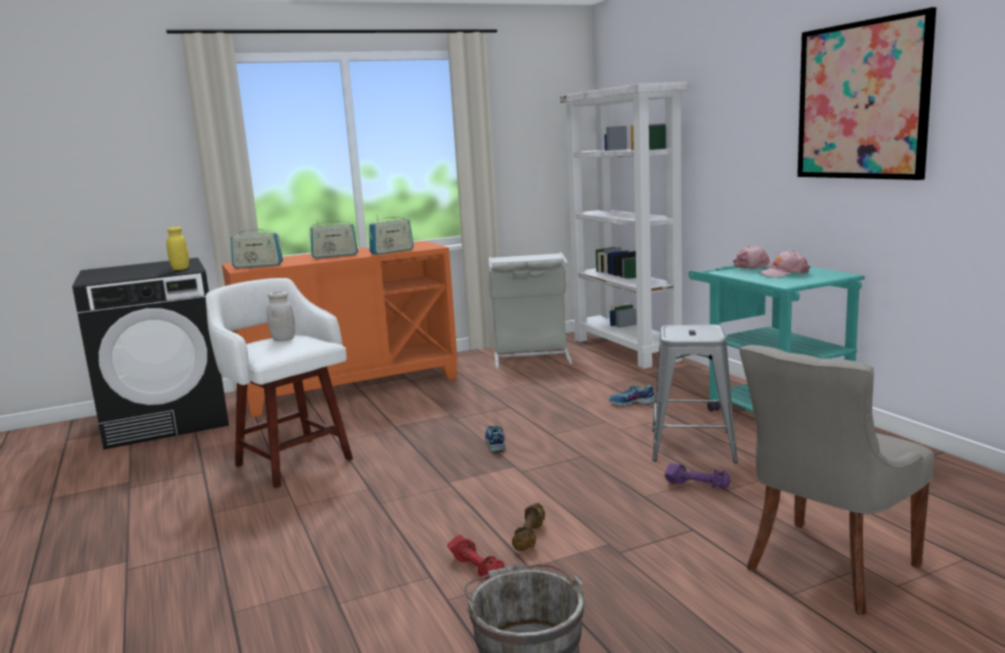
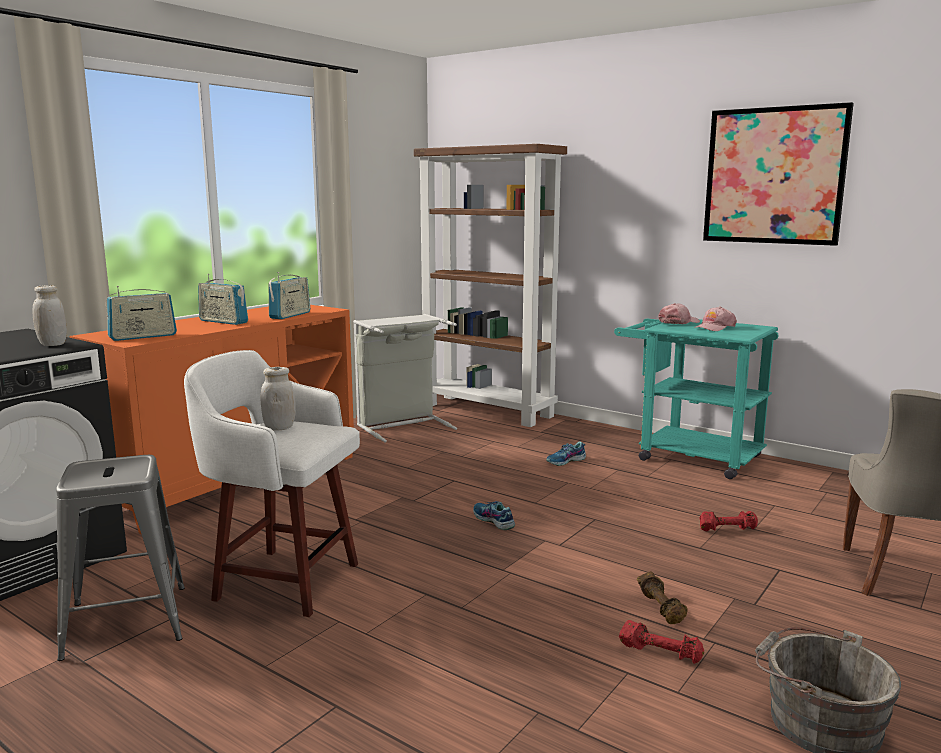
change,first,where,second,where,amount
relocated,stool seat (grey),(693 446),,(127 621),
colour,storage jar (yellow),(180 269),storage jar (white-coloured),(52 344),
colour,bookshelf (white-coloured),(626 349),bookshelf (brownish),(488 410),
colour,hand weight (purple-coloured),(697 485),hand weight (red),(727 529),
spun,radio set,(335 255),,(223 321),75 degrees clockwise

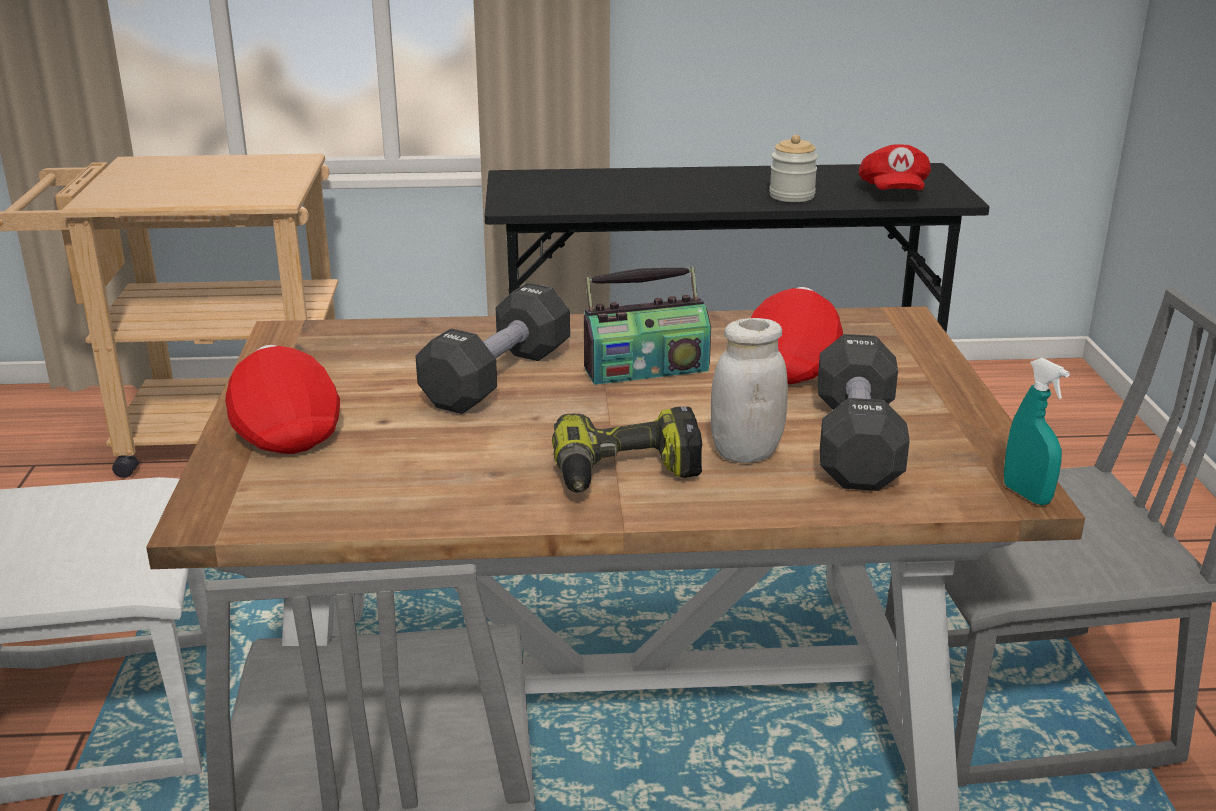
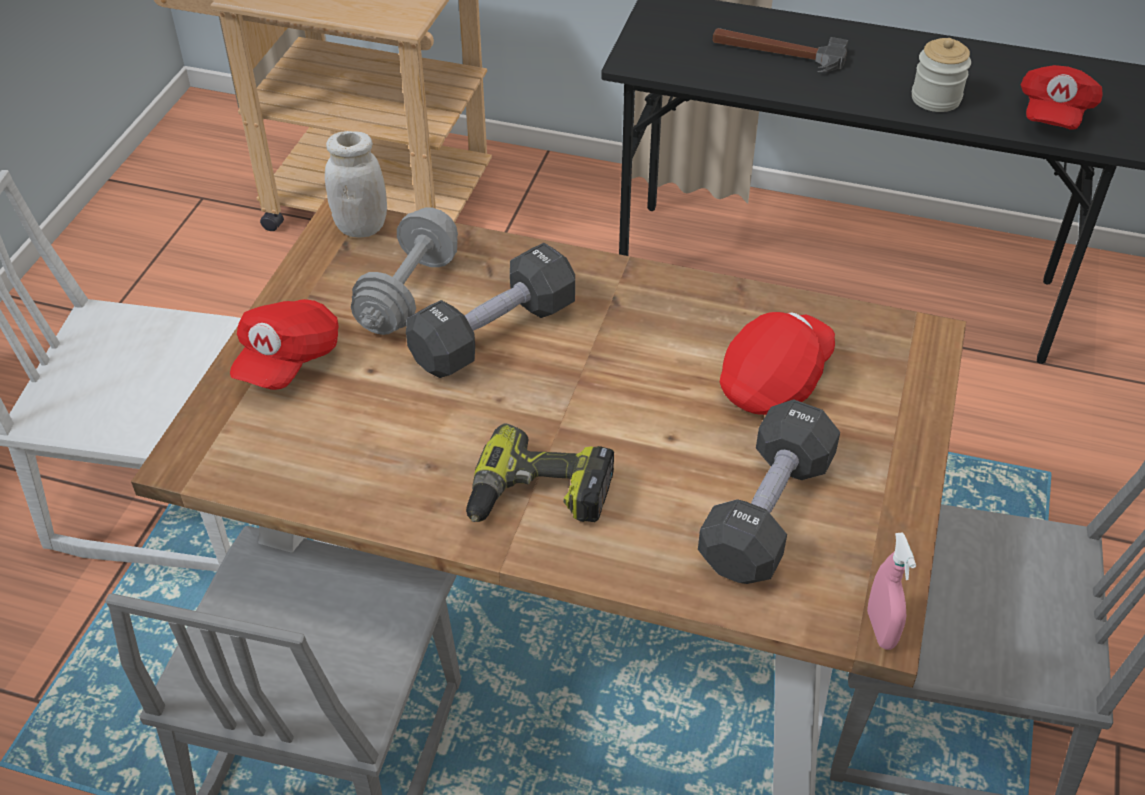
change,first,where,second,where,amount
missing,radio set,(645 369),,,
appeared,,,hand weight (grey),(408 293),
appeared,,,hand hammer,(777 53),
relocated,storage jar (white-coloured),(746 452),,(361 227),
colour,hand sprayer (blue-green),(1026 495),hand sprayer (pink-coloured),(881 629),
spun,baseball cap (red),(284 429),,(288 360),150 degrees counterclockwise

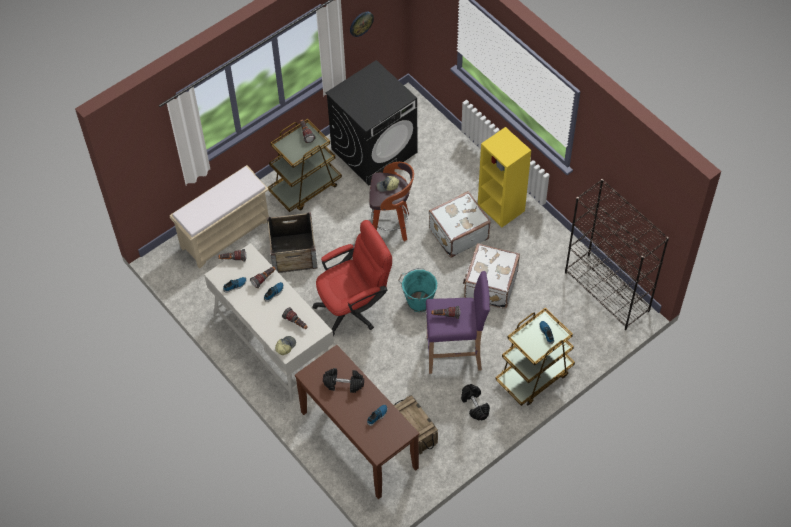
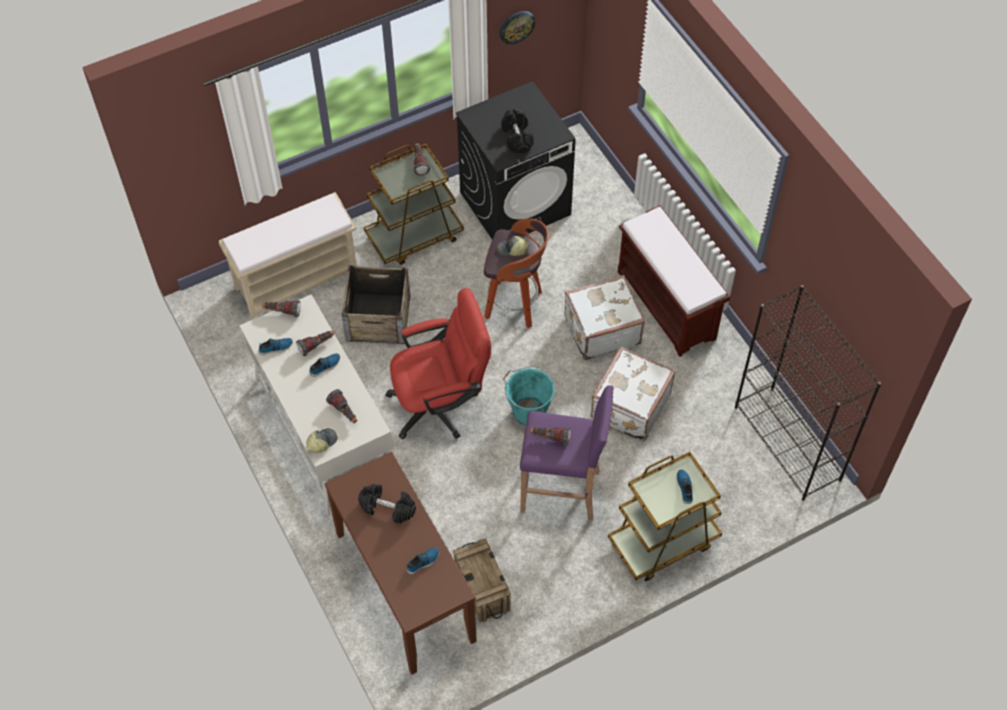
change,first,where,second,where,amount
relocated,hand weight (black-coloured),(474 405),,(517 137),
exchanged,bookshelf (yellow),(501 208),bench (brownish),(667 305),

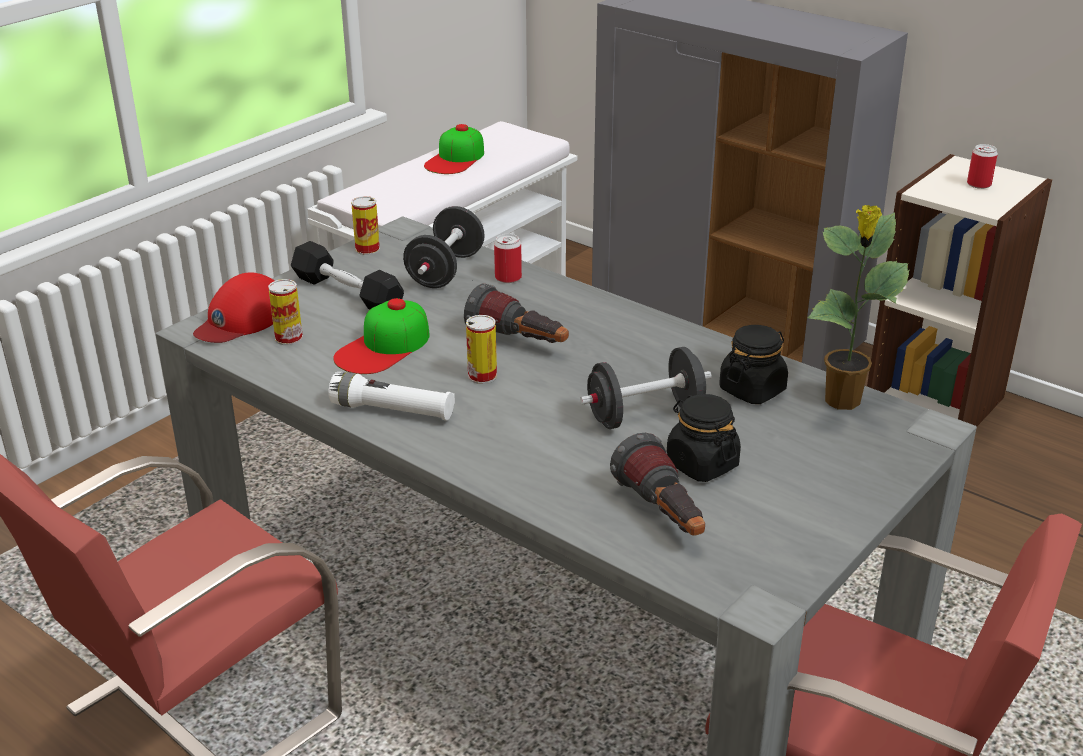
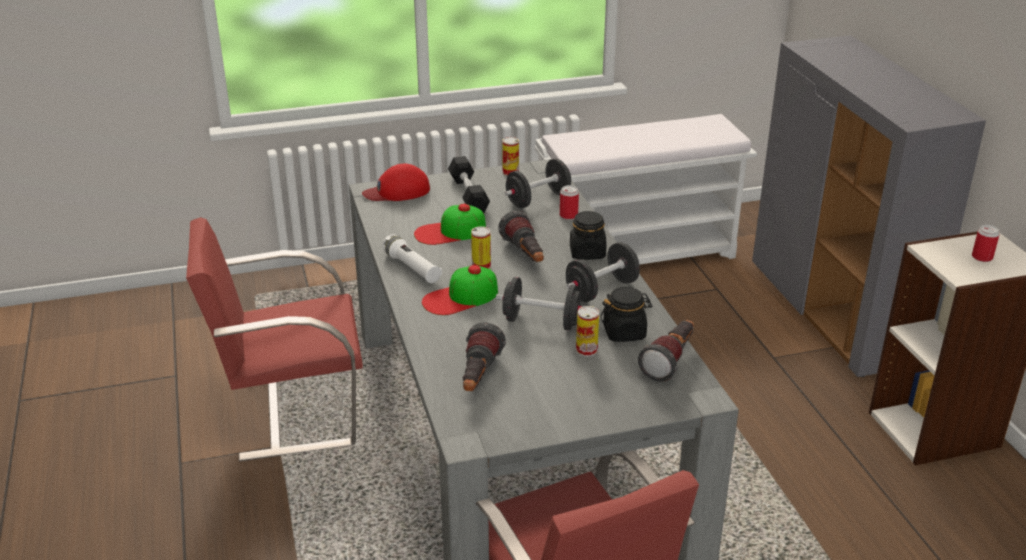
change,first,where,second,where,amount
appeared,,,hand weight (black-coloured),(601 290),
relocated,metal can,(288 338),,(586 350),
relocated,baseball cap,(455 159),,(460 297),
relocated,storage jar (black-coloured),(701 464),,(587 252),
exchanged,plant in a pot,(842 402),torch,(670 361),

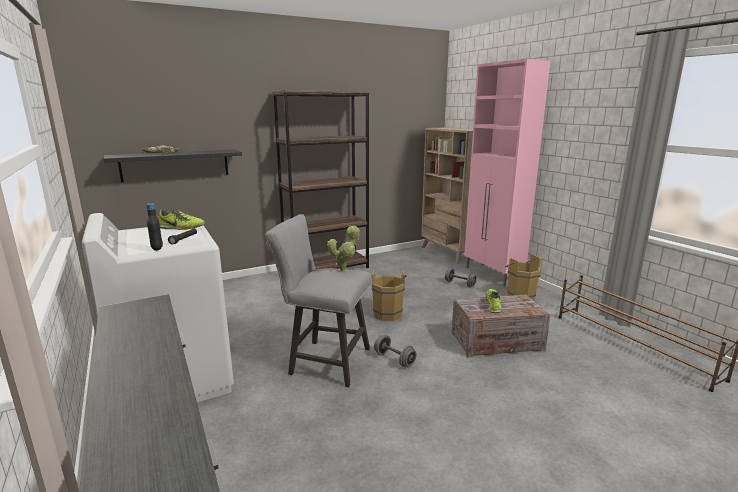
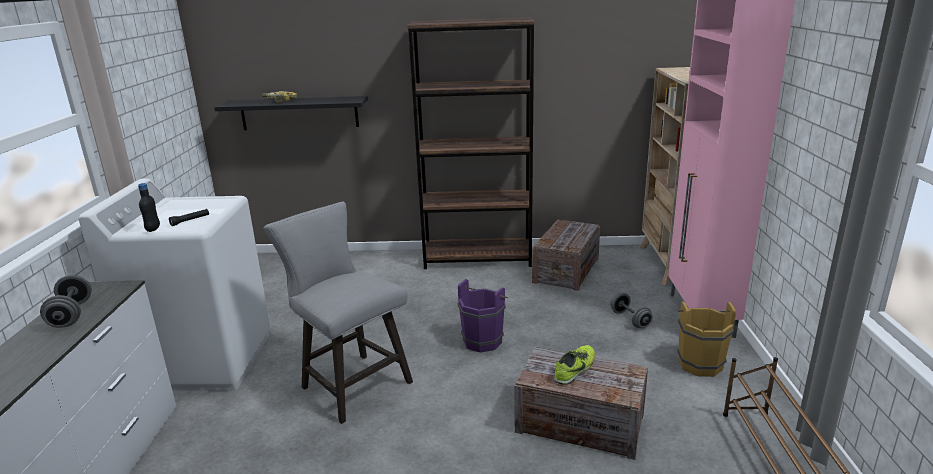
change,first,where,second,where,amount
missing,shoe,(182 228),,,
missing,plant in a pot,(345 269),,,
appeared,,,crate,(566 270),
relocated,hand weight (grey),(394 359),,(71 315),
colour,pail (brownish),(387 313),pail (purple-coloured),(484 340),

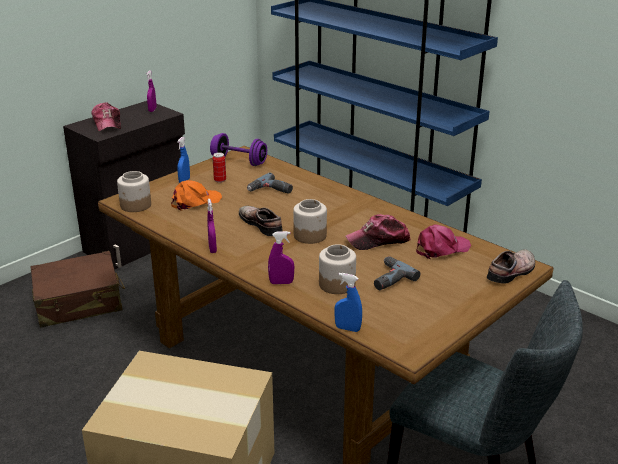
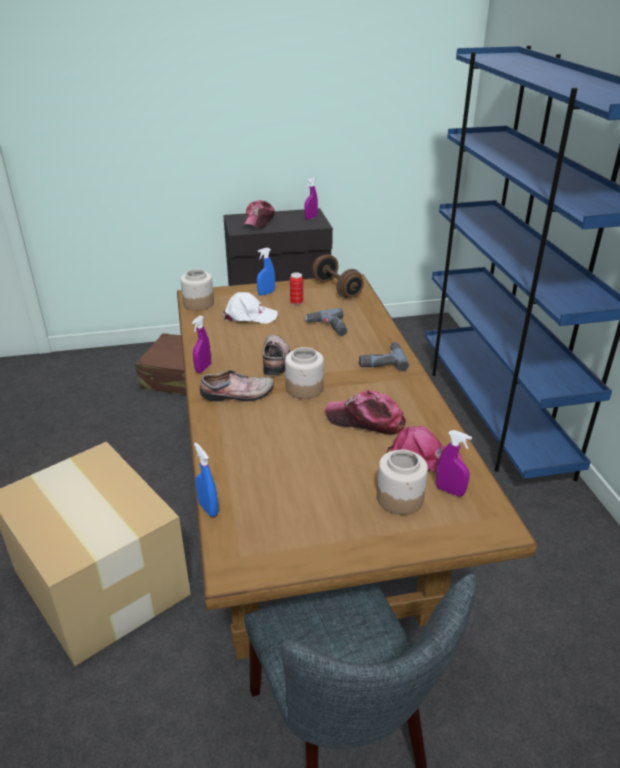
change,first,where,second,where,amount
relocated,hand sprayer (purple-coloured),(281 283),,(450 491),
relocated,storage jar,(337 284),,(400 498),
relocated,drill,(388 278),,(381 361),
relocated,shoe,(512 272),,(238 395),
colour,baseball cap (orange),(195 201),baseball cap (white-coloured),(249 316),
colour,hand weight (purple-coloured),(239 162),hand weight (brownish),(337 289),

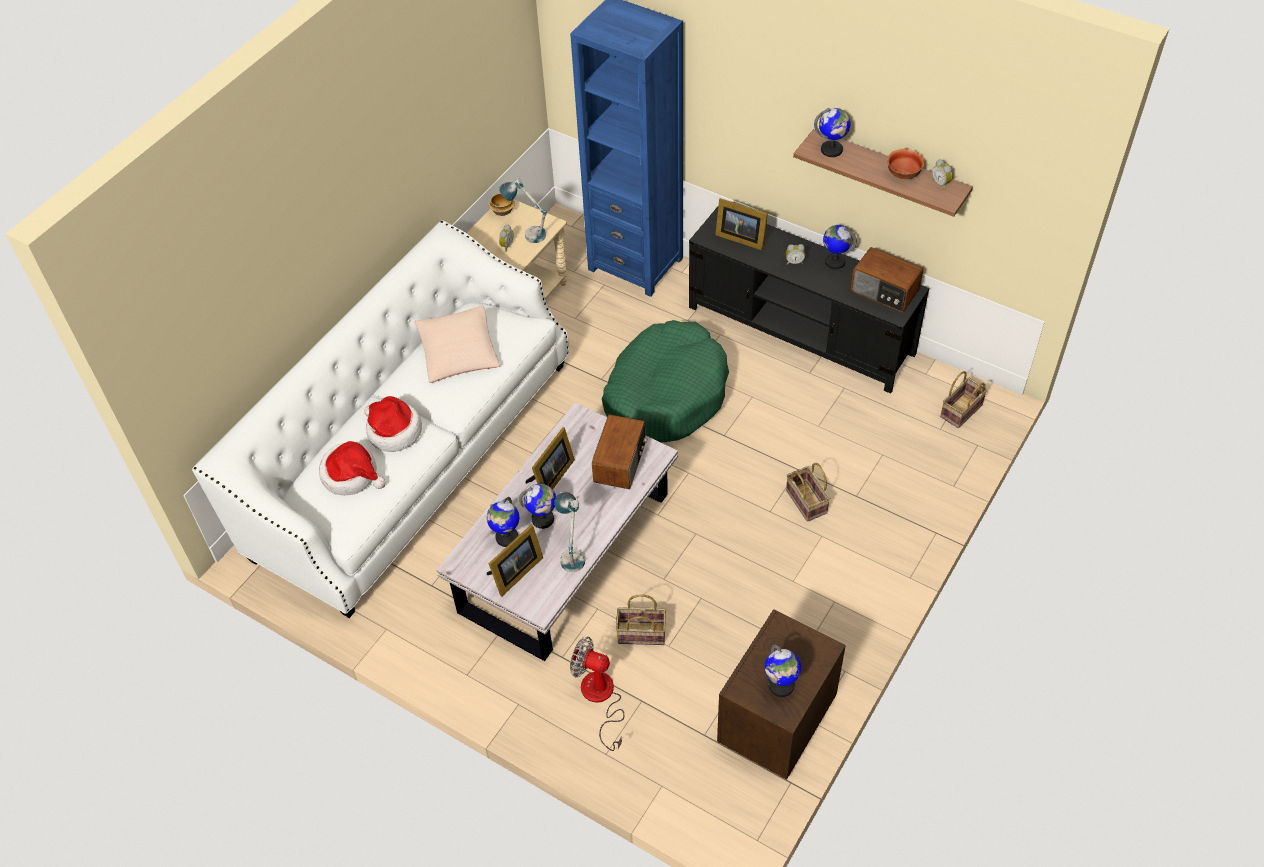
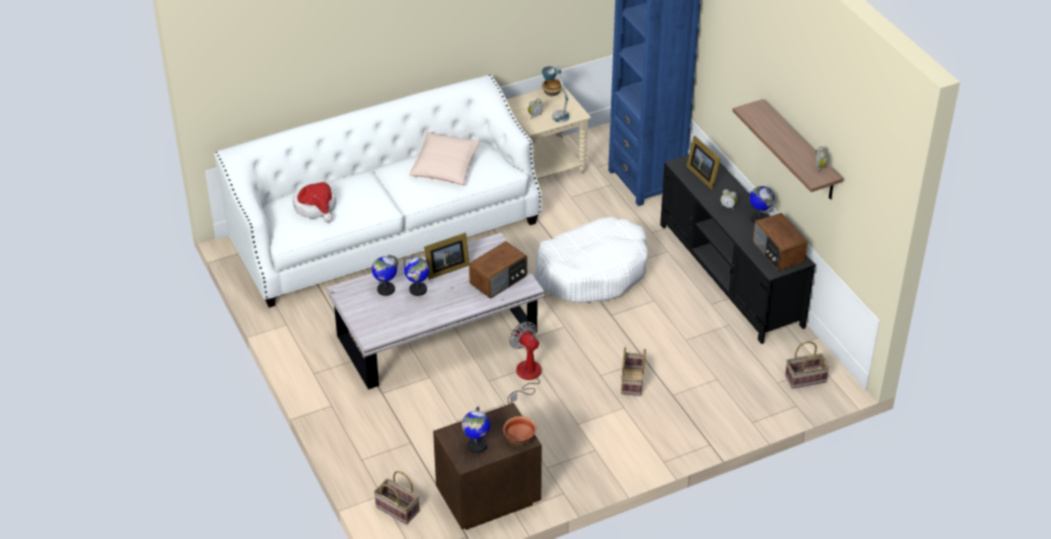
change,first,where,second,where,amount
missing,clothing hat,(393 431),,,
missing,photo frame,(514 573),,,
missing,table lamp,(571 552),,,
missing,world globe,(831 150),,,
relocated,electric fan,(600 699),,(526 377),
relocated,basket,(640 634),,(396 509),
relocated,deep dish,(904 174),,(520 439),
colour,pet bed (green-coloured),(665 394),pet bed (white-coloured),(592 271),

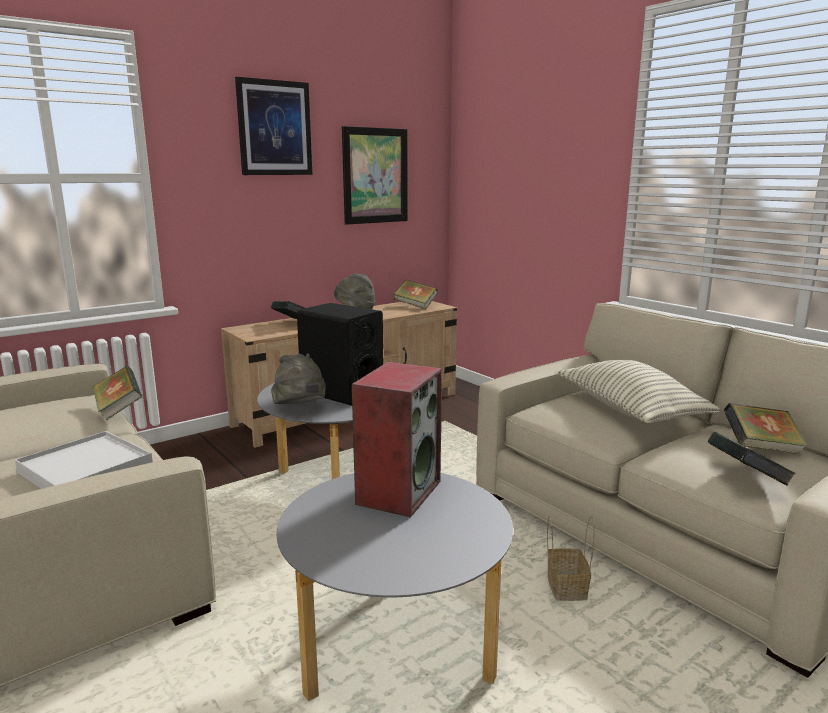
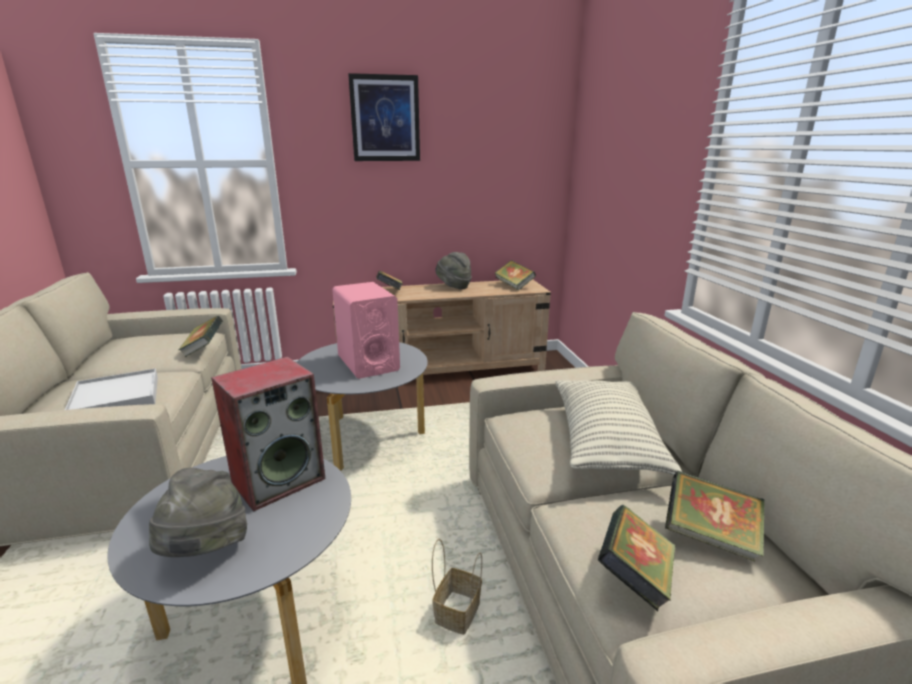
change,first,where,second,where,amount
missing,wall picture,(375 176),,,
relocated,clothing hat (grey),(300 409),,(205 551),
colour,audio speaker (black-coloured),(341 392),audio speaker (pink-coloured),(368 363),

